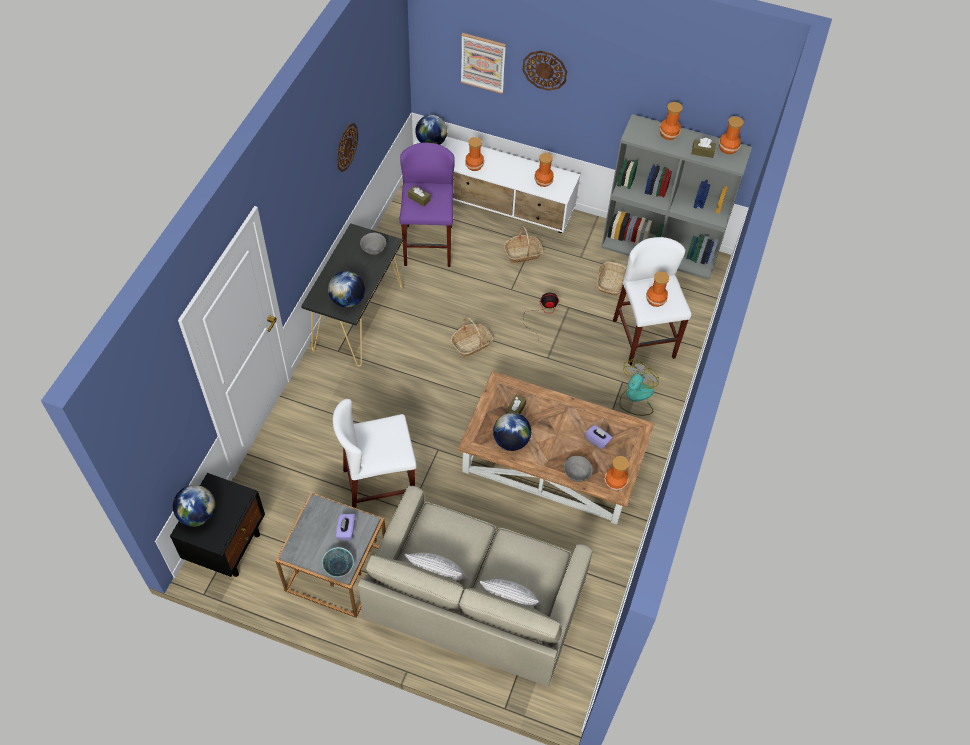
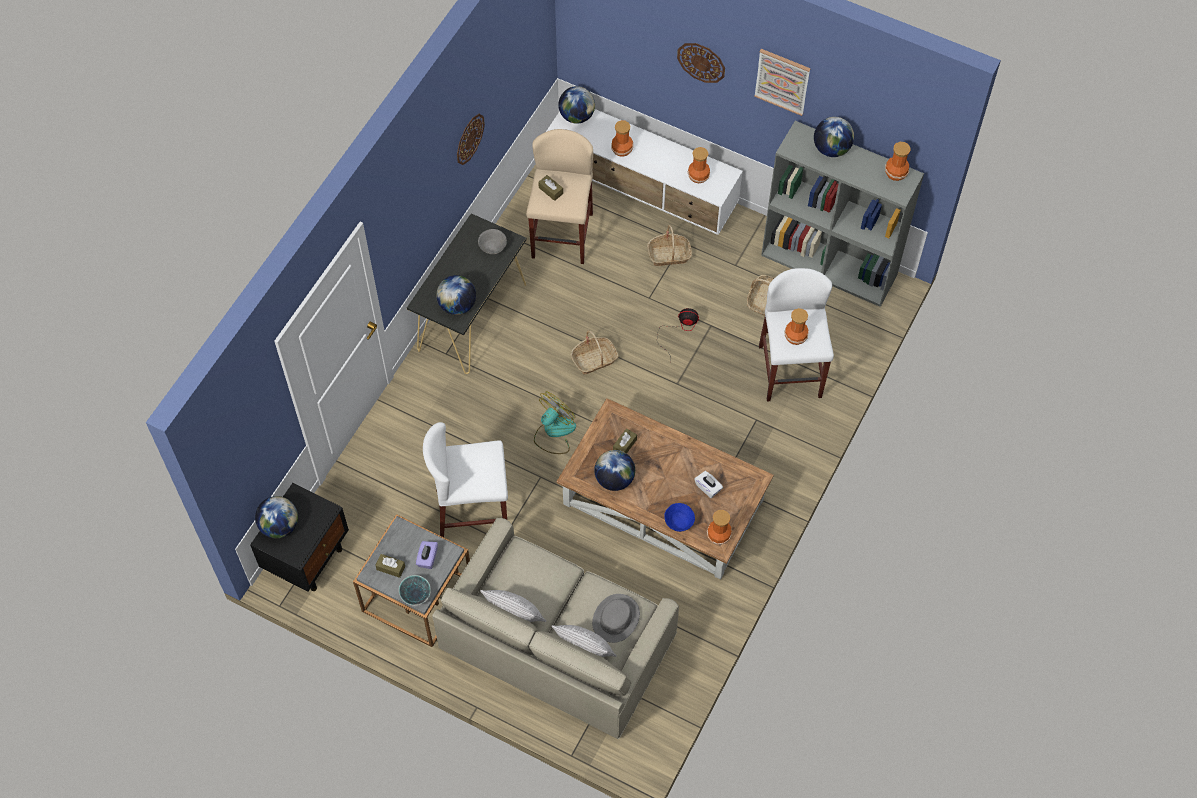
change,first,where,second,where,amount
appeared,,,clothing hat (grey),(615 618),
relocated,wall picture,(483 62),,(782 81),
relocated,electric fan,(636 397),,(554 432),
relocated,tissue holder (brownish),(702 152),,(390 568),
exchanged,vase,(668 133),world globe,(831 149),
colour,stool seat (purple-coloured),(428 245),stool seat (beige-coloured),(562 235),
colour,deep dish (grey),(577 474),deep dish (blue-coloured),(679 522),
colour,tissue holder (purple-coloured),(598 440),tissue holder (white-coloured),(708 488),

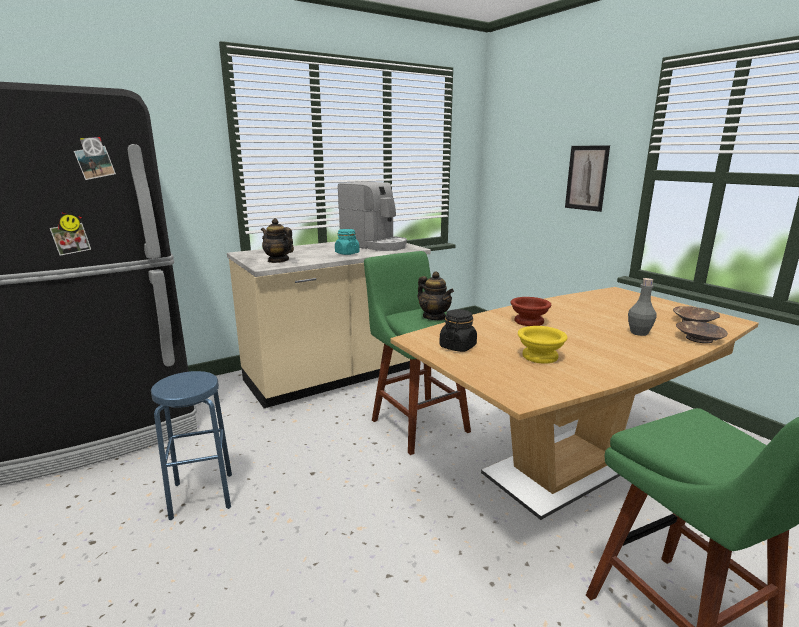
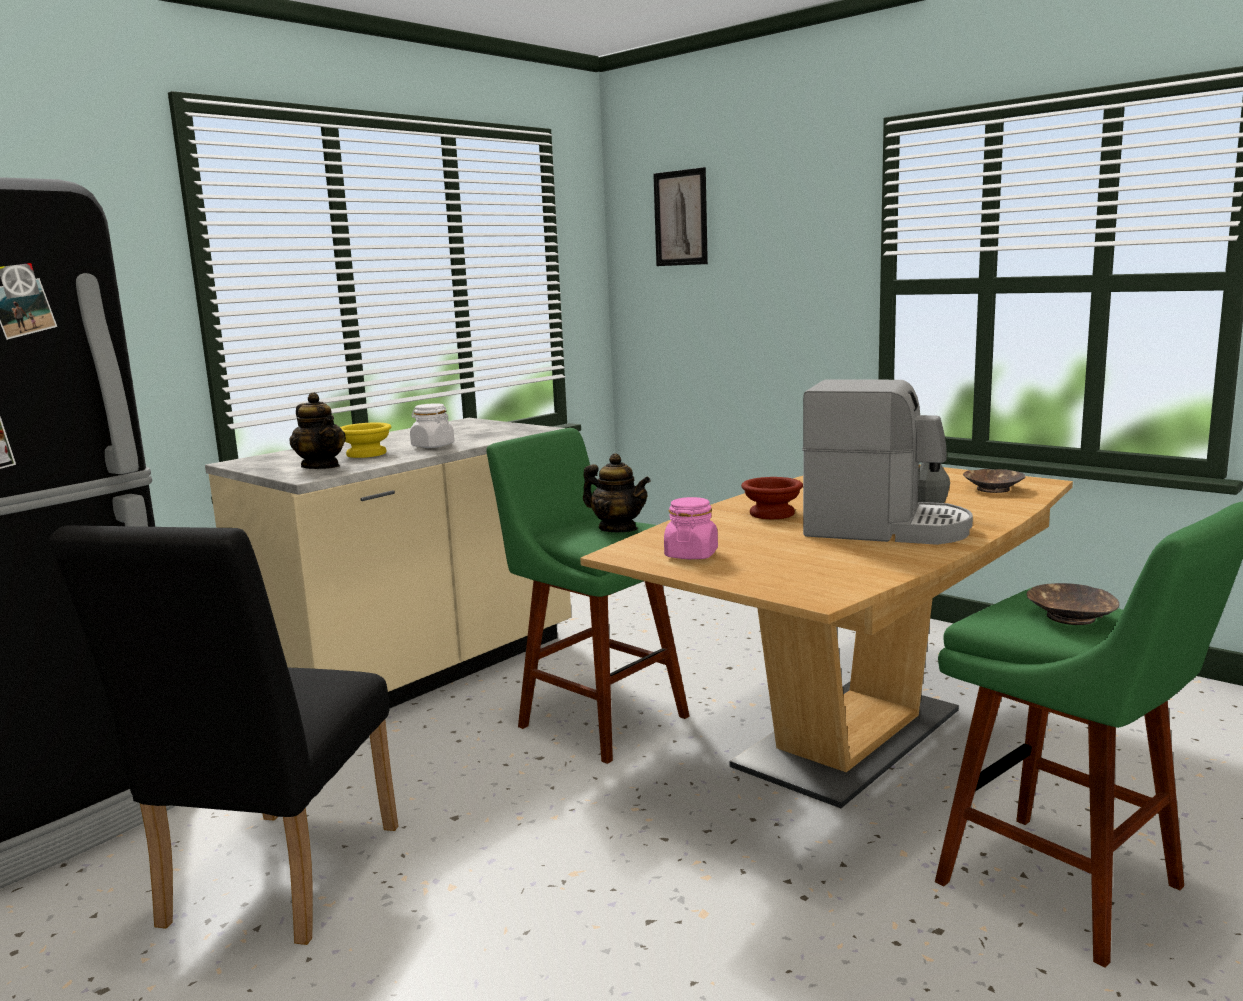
change,first,where,second,where,amount
relocated,coffee brewer,(375 245),,(885 529),
relocated,deep dish (yellow),(541 357),,(368 454),
relocated,wall picture,(586 178),,(681 218),
relocated,deep dish (brownish),(698 338),,(1069 617),
exchanged,stool seat (blue-coloured),(202 495),upright chair (black-coloured),(272 885),
colour,storage jar (blue-green),(347 253),storage jar (white-coloured),(432 446),
colour,storage jar (black-coloured),(458 346),storage jar (pink-coloured),(691 555),
spun,pot for tea,(278 260),,(321 466),150 degrees counterclockwise

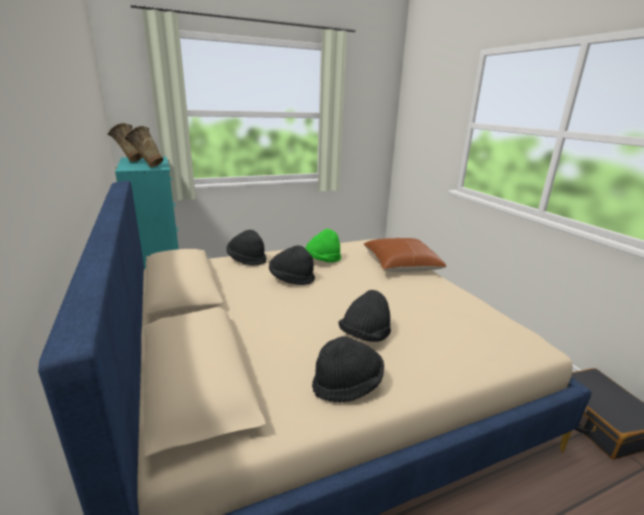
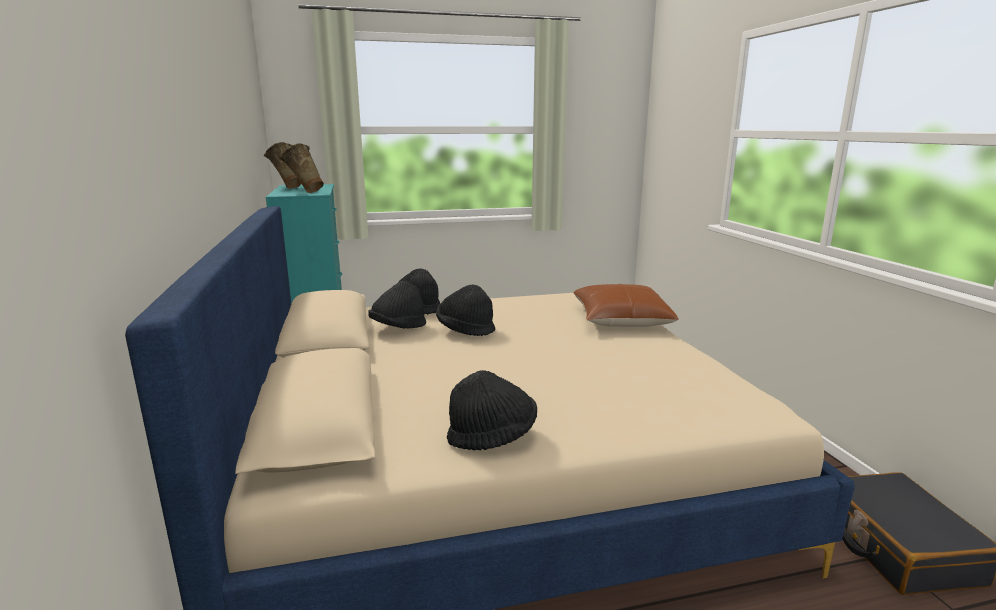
change,first,where,second,where,amount
missing,clothing hat (green-coloured),(322 260),,,
relocated,clothing hat (black-coloured),(365 336),,(398 328),

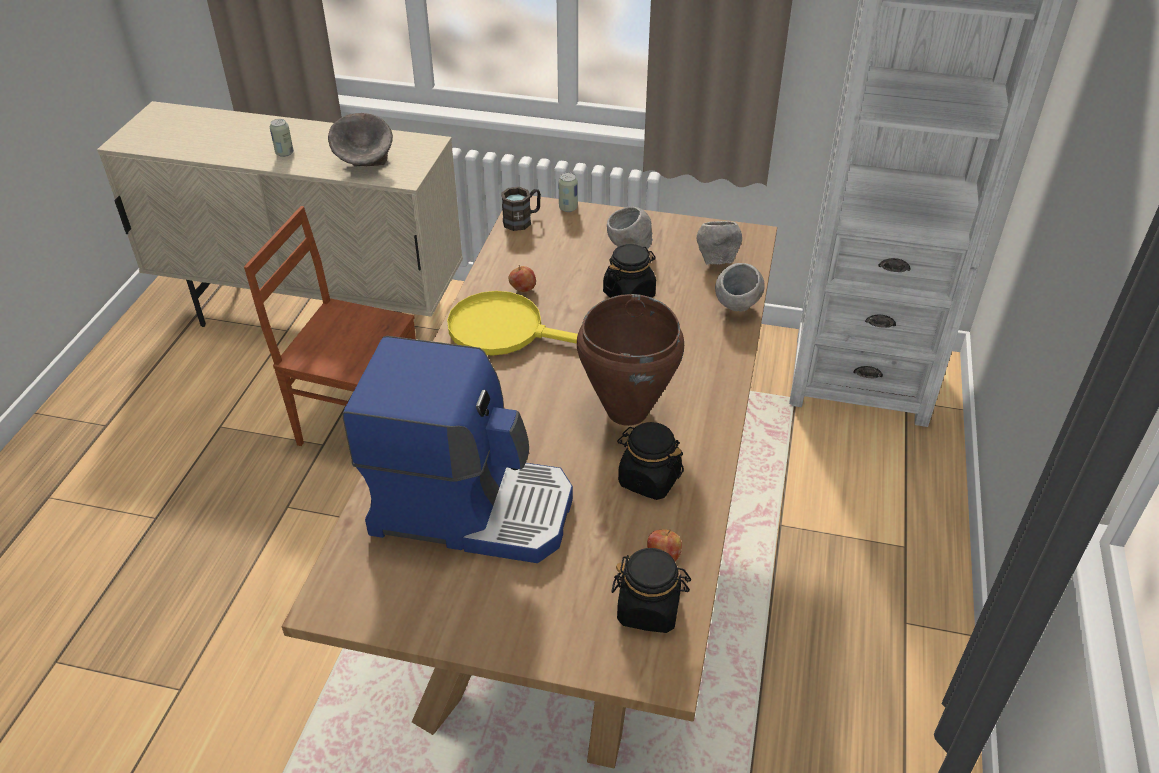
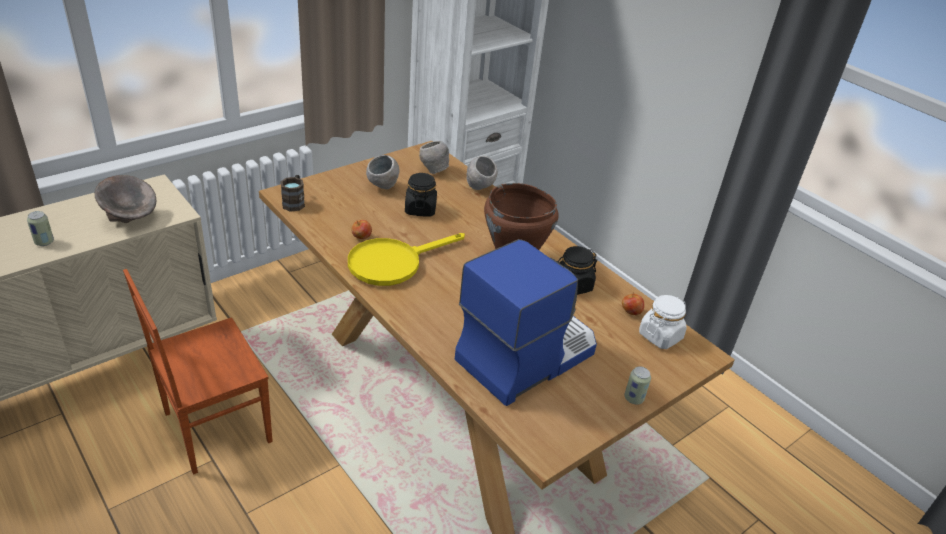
change,first,where,second,where,amount
relocated,metal can,(568 208),,(633 398),
colour,storage jar (black-coloured),(649 609),storage jar (white-coloured),(660 336),

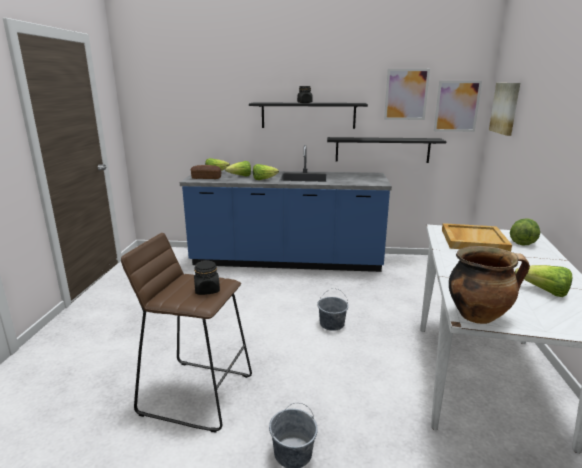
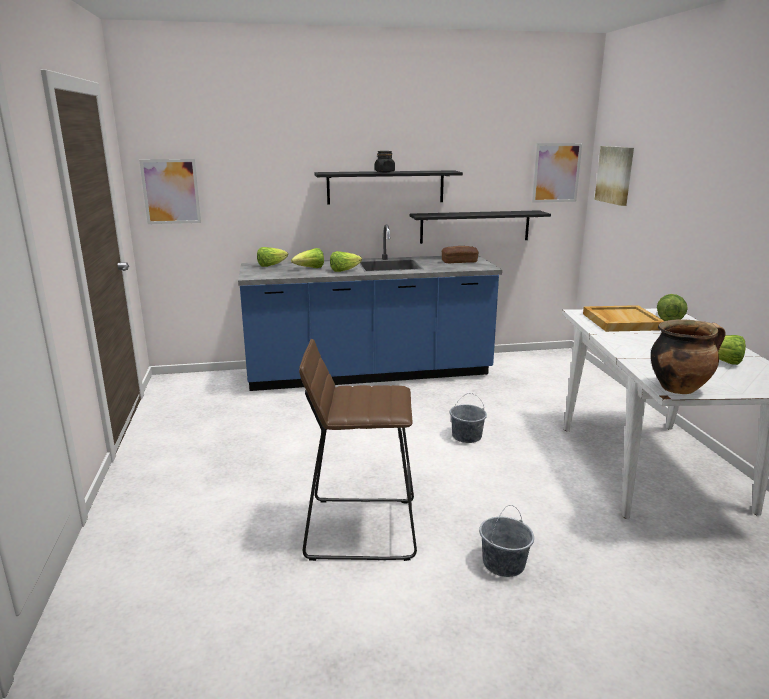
change,first,where,second,where,amount
missing,storage jar (black-coloured),(207 290),,,
relocated,bakery bread,(206 178),,(459 262),
relocated,wall picture,(406 94),,(171 191),

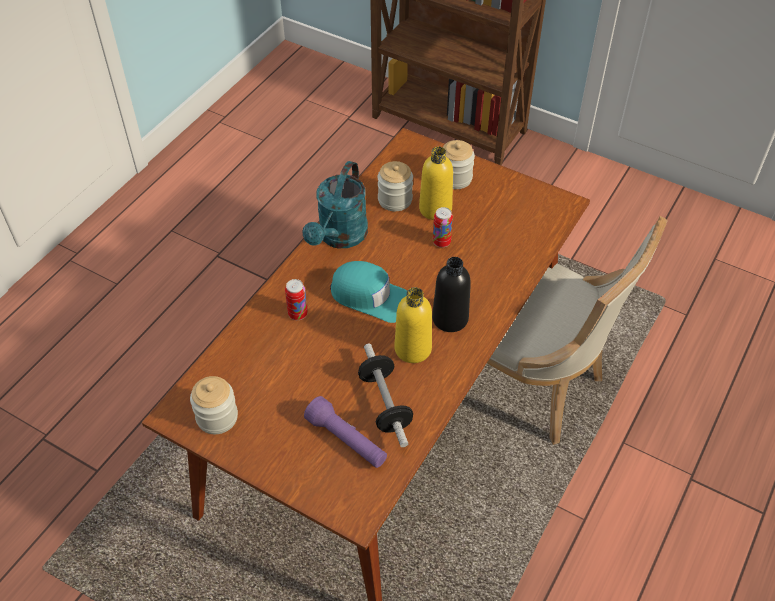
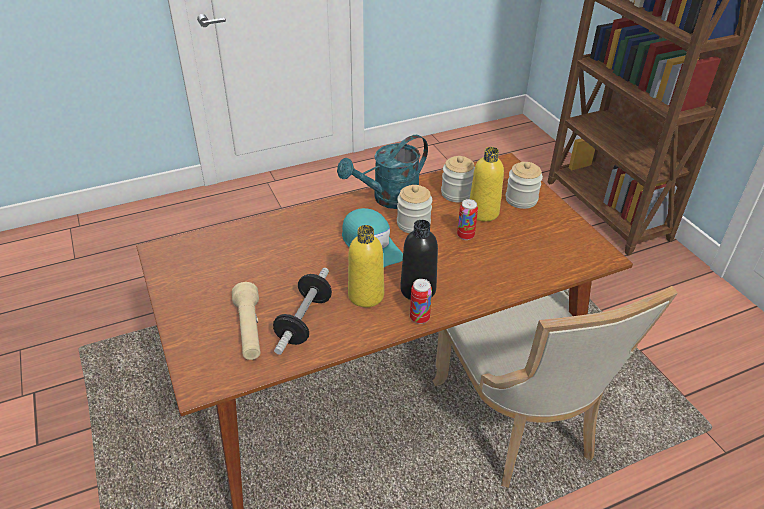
change,first,where,second,where,amount
relocated,storage jar,(217 417),,(413 224),
relocated,metal can,(298 314),,(419 318),
colour,torch (purple-coloured),(347 440),torch (beige-coloured),(249 330),

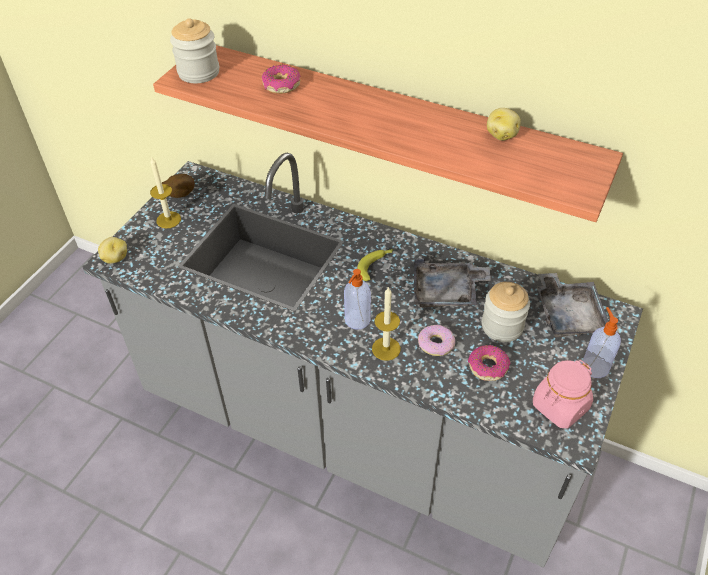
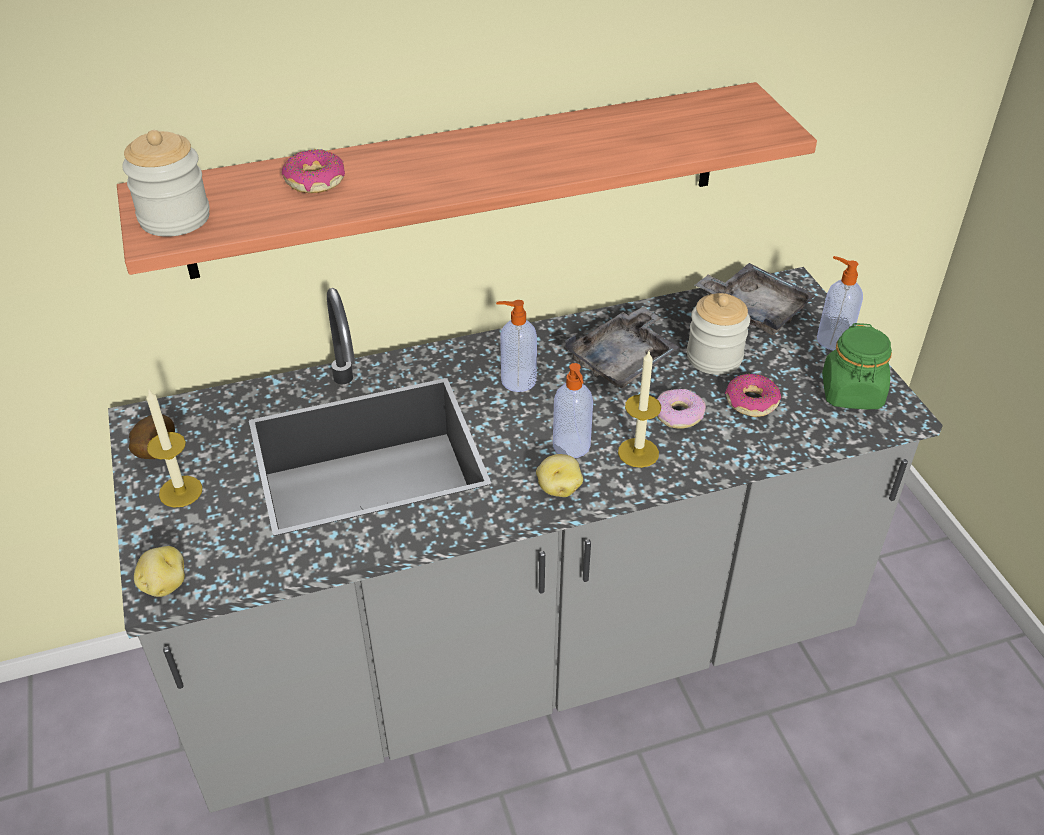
change,first,where,second,where,amount
relocated,potato,(502 135),,(558 488),
exchanged,whole banana,(376 266),liquid soap bottle,(517 380),
colour,storage jar (pink-coloured),(559 407),storage jar (green-coloured),(851 393),

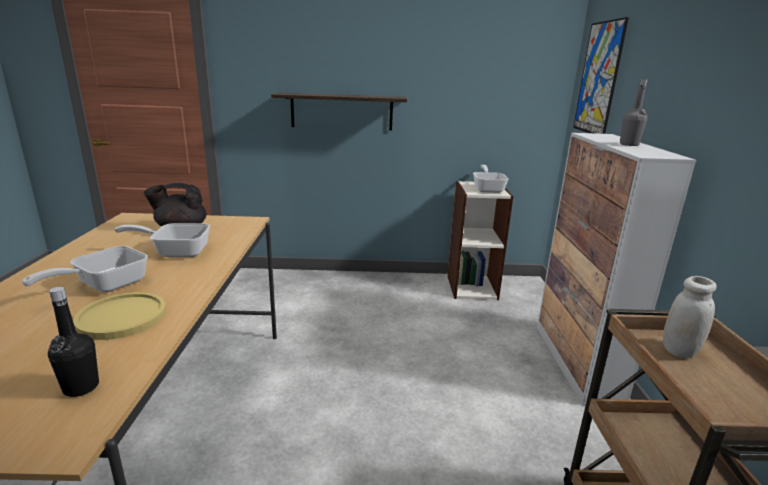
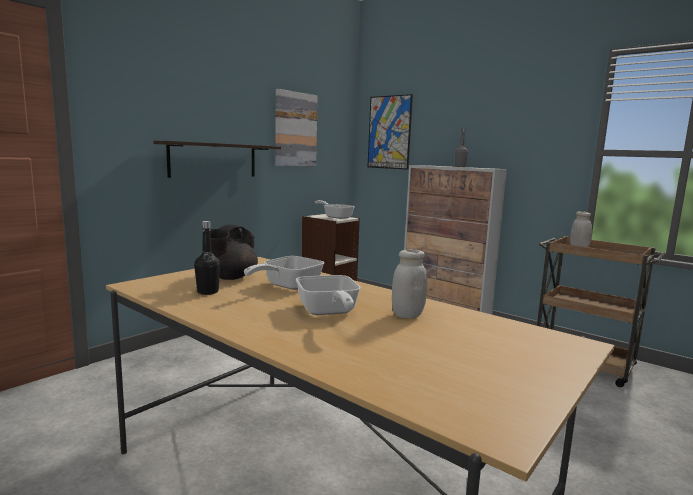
change,first,where,second,where,amount
appeared,,,wall picture,(295 129),
relocated,bottle (black-coloured),(81 387),,(208 292),
exchanged,plate (yellow),(122 317),storage jar (white-coloured),(407 315),

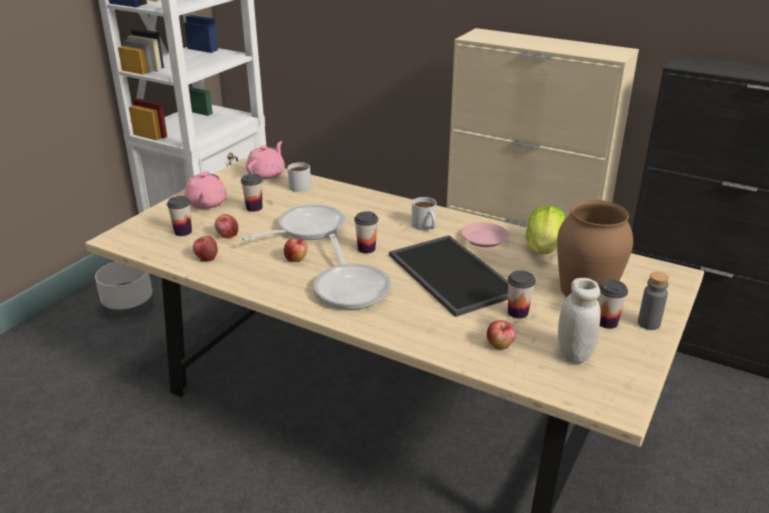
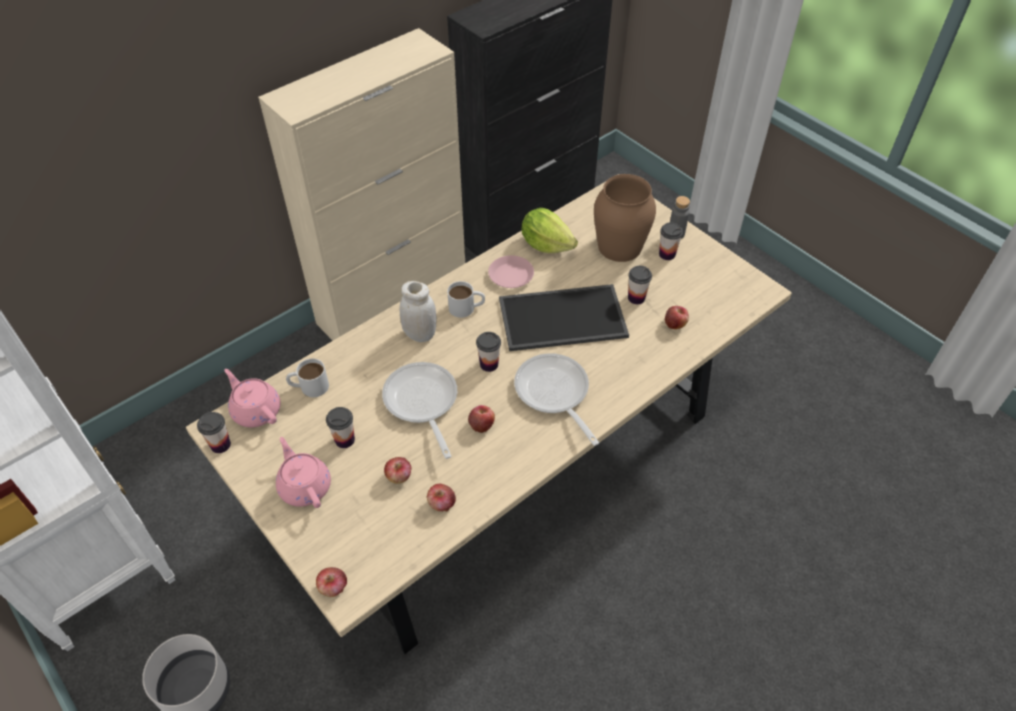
change,first,where,second,where,amount
appeared,,,whole apple,(333 587),
relocated,small cup,(183 232),,(220 445),
relocated,storage jar (white-coloured),(574 354),,(420 334),
spun,pot for tea (pink-coloured),(206 203),,(304 486),135 degrees counterclockwise
spun,pan,(351 287),,(554 394),120 degrees counterclockwise

